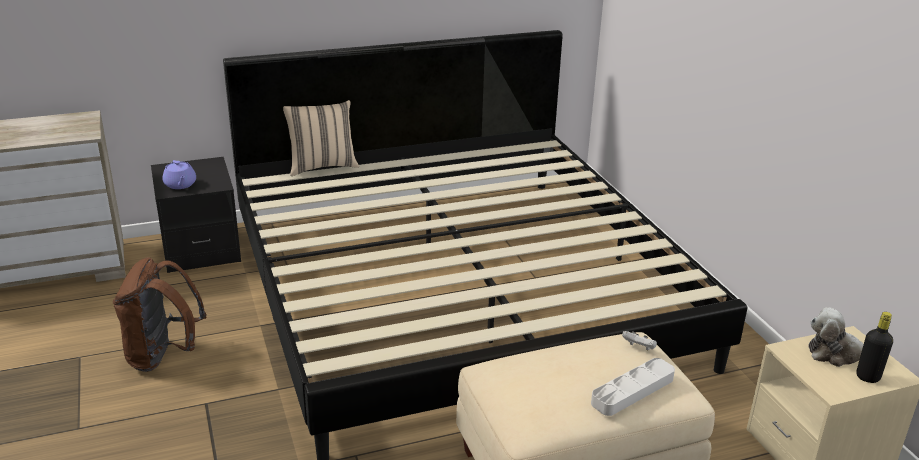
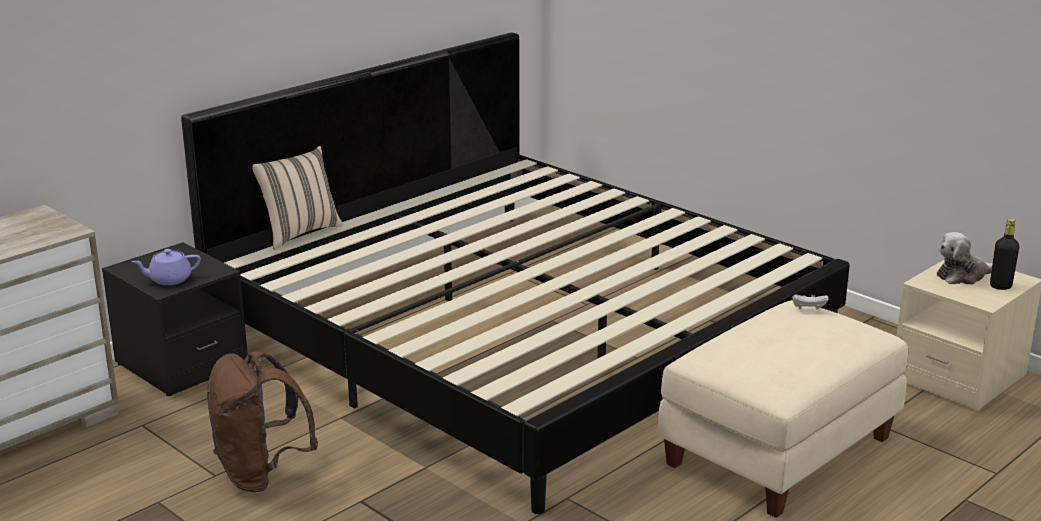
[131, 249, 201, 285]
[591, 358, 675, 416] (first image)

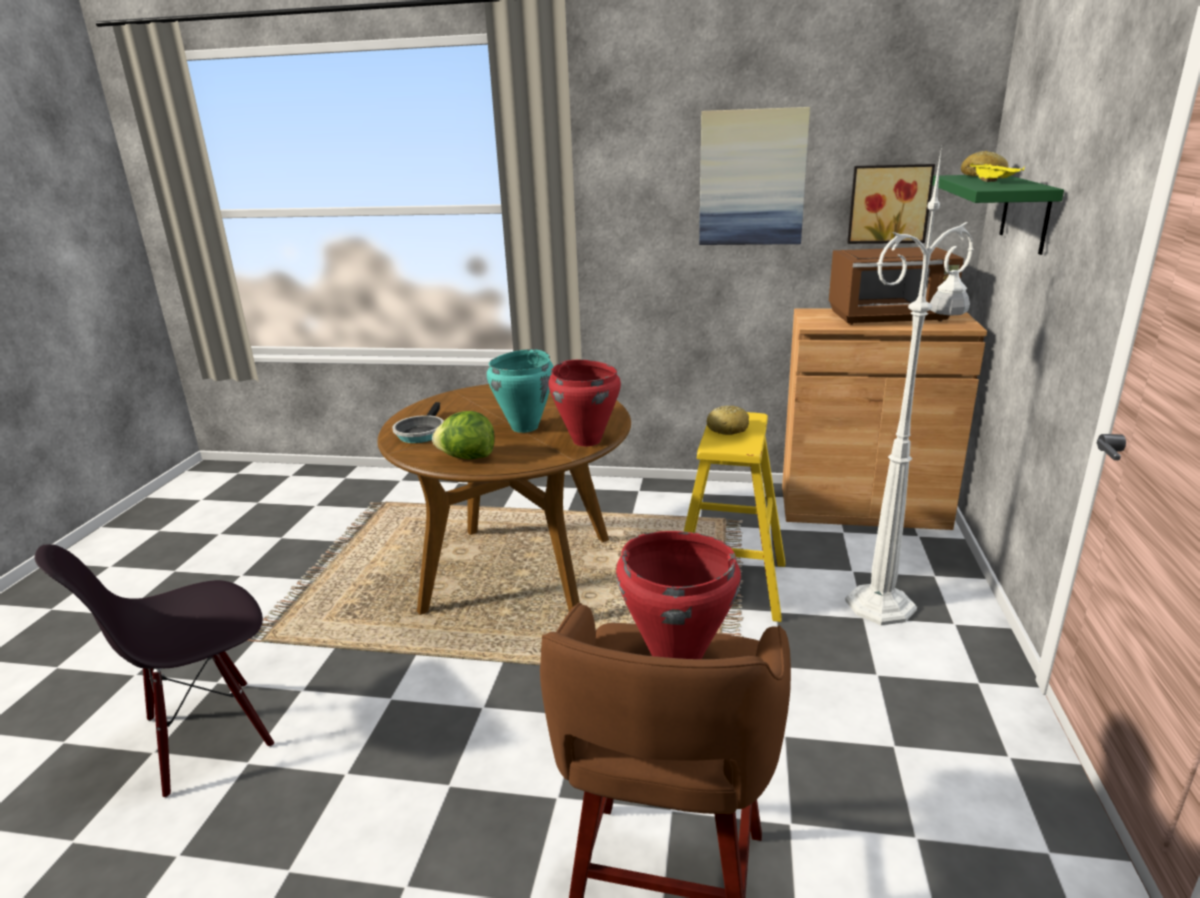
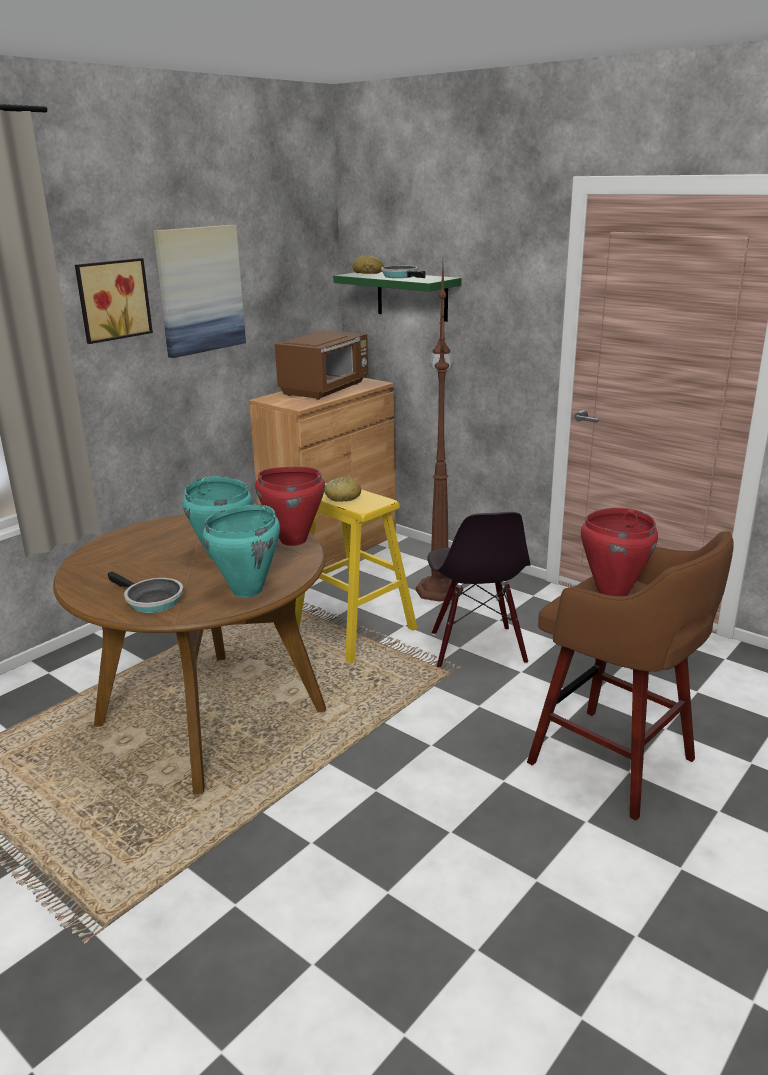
[427, 512, 530, 668]
[203, 504, 280, 597]
[416, 264, 463, 602]
[75, 258, 153, 344]
[381, 266, 426, 278]

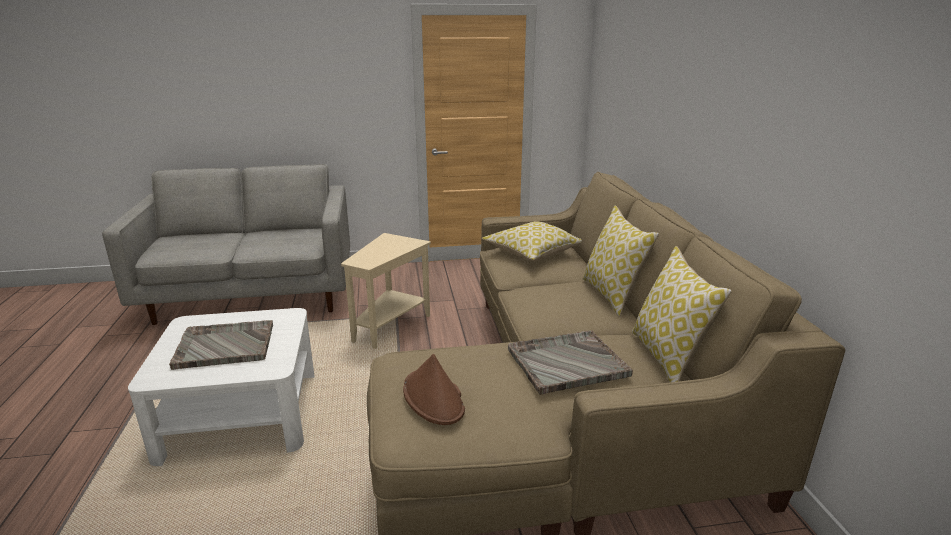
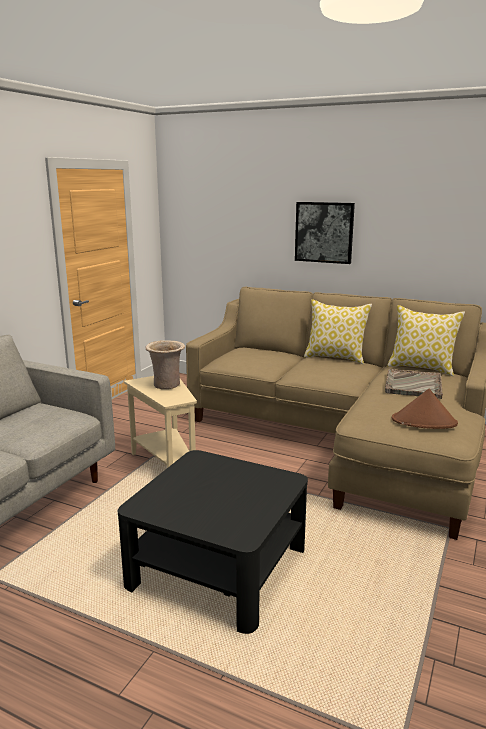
[118, 450, 308, 634]
[169, 320, 273, 370] (first image)
[482, 221, 582, 261] (first image)
[145, 340, 185, 389]
[295, 202, 355, 264]

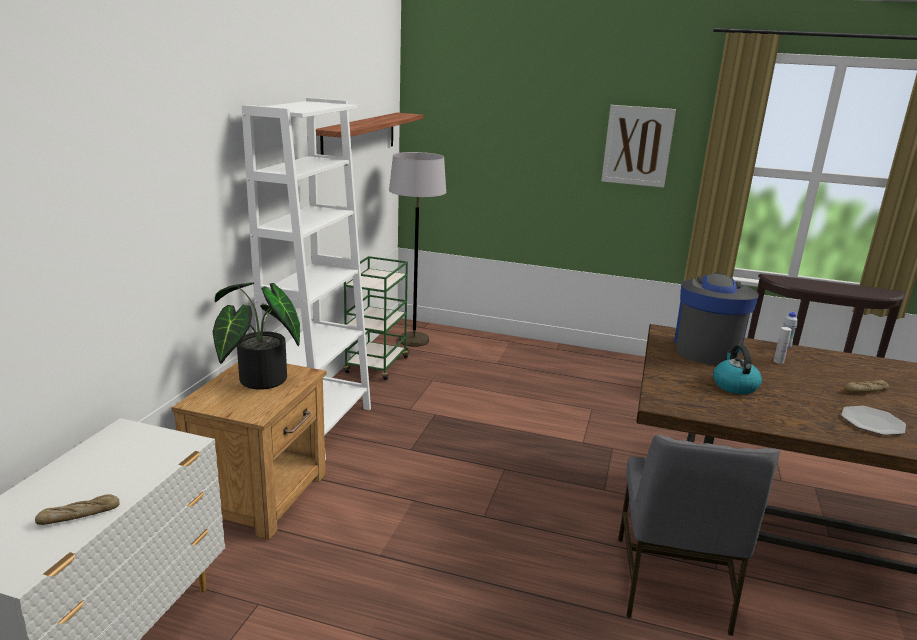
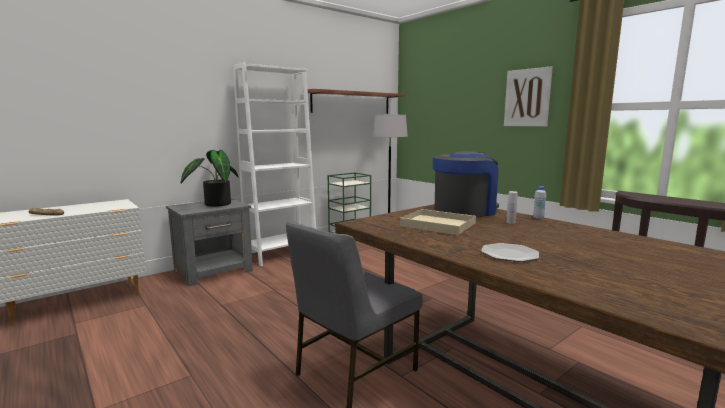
[166, 198, 253, 286]
[400, 209, 476, 235]
[845, 380, 889, 393] (first image)

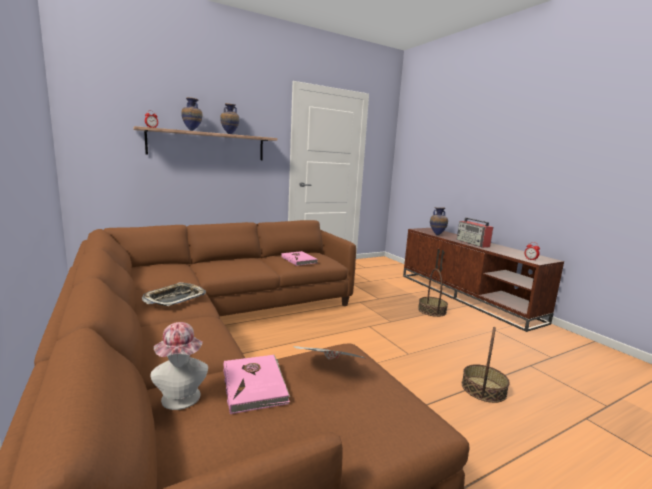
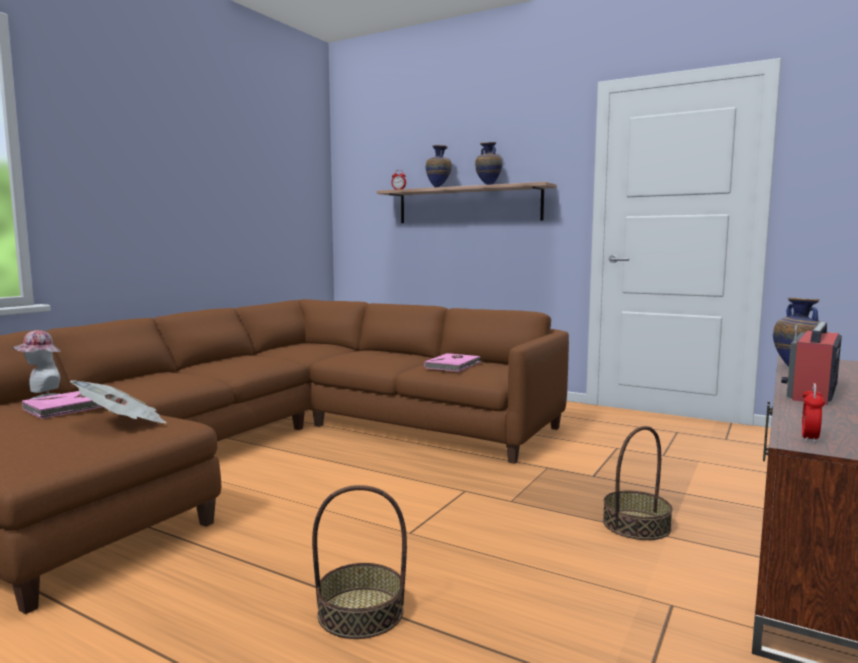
[142, 282, 206, 306] (first image)

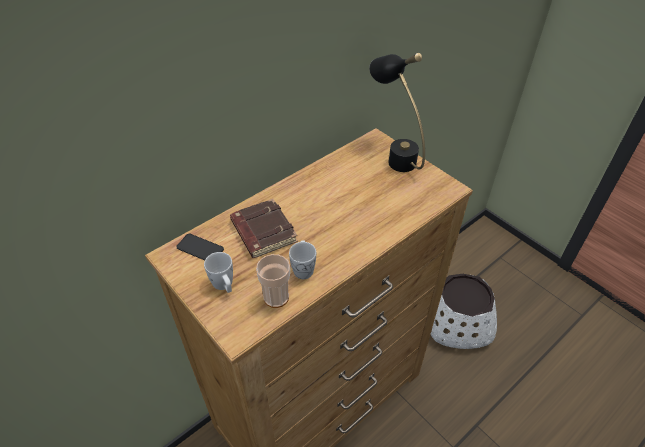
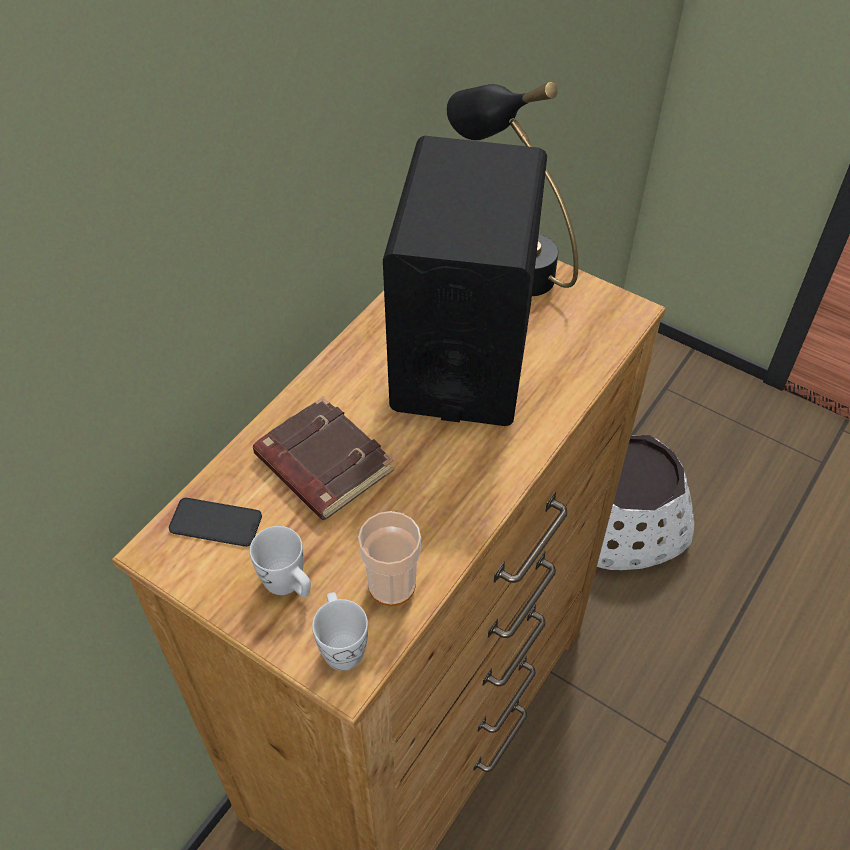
[312, 592, 368, 671]
[383, 136, 547, 426]

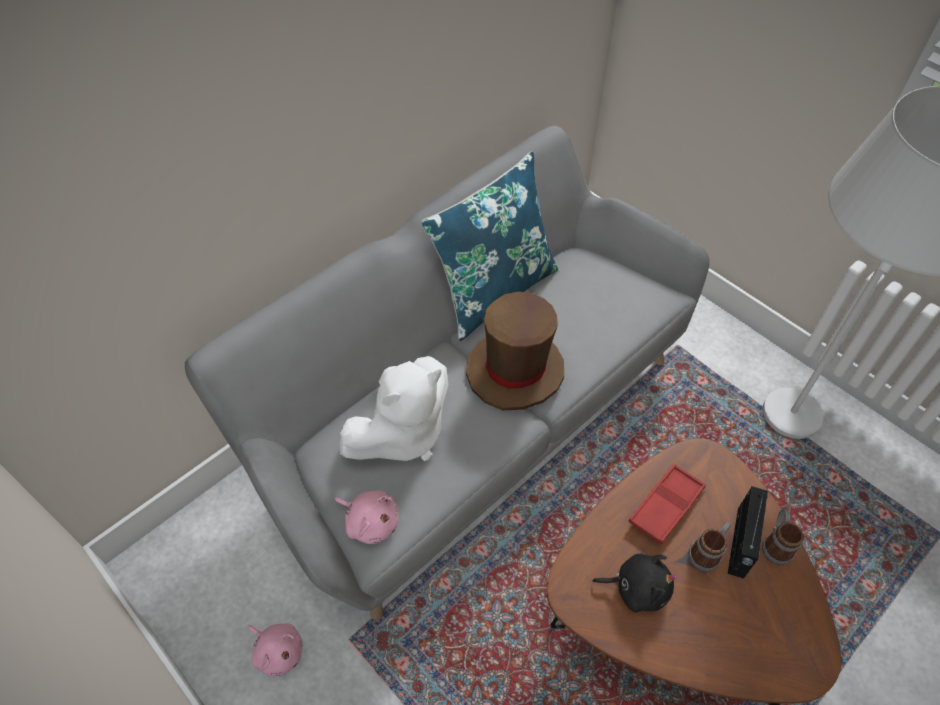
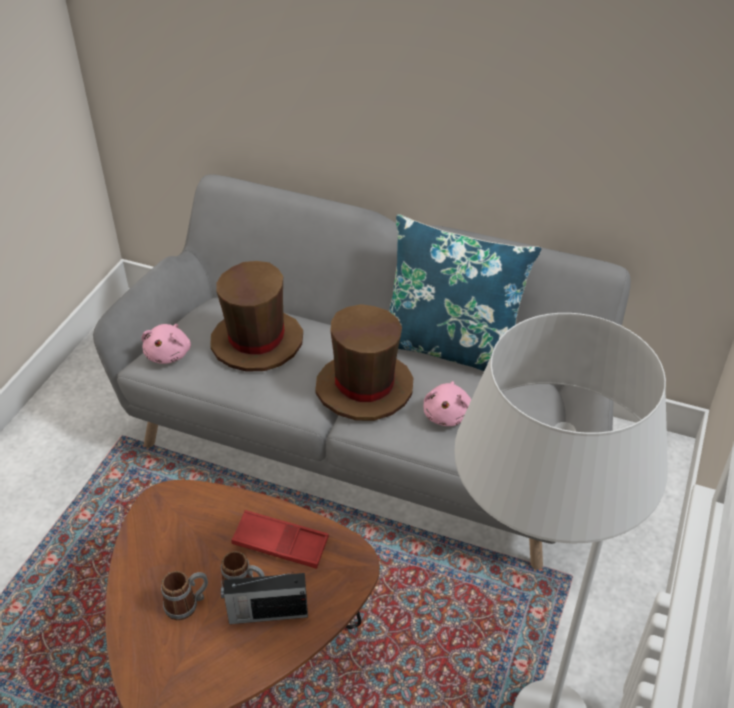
[423, 381, 471, 426]
[210, 261, 303, 372]
[592, 554, 677, 613] (first image)
[161, 571, 208, 620]

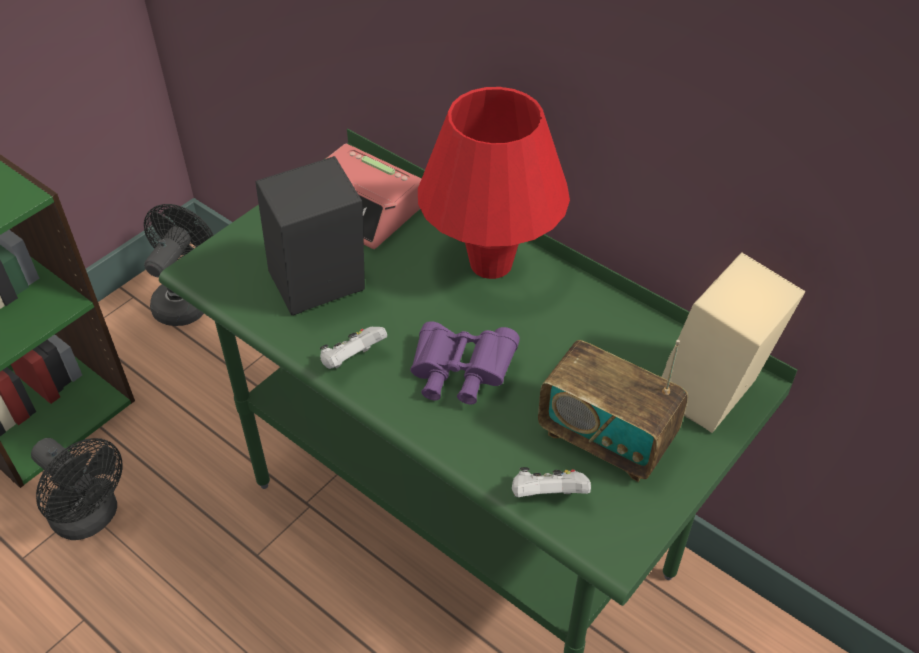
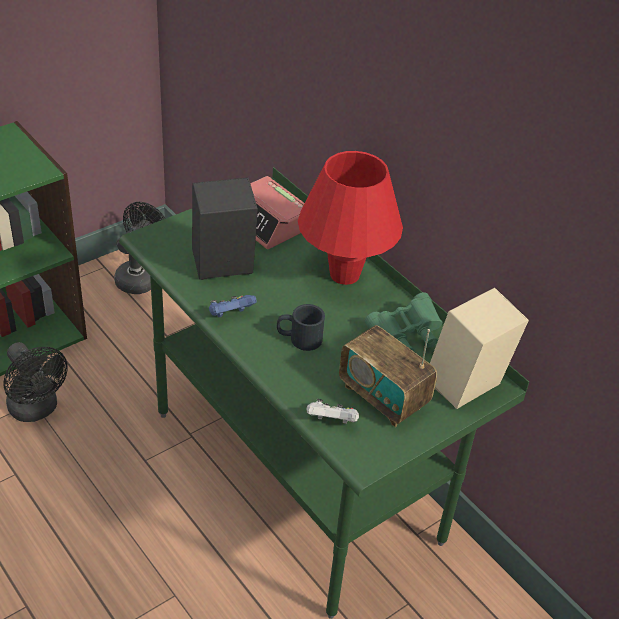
[209, 295, 257, 317]
[277, 304, 325, 351]
[365, 292, 442, 351]

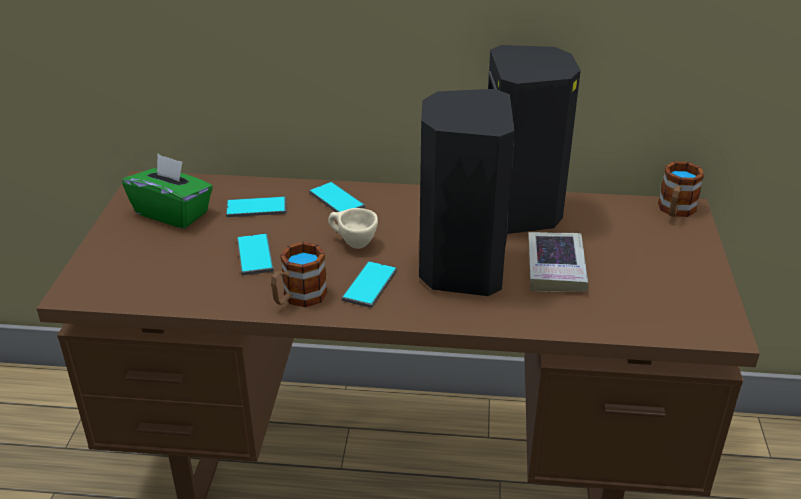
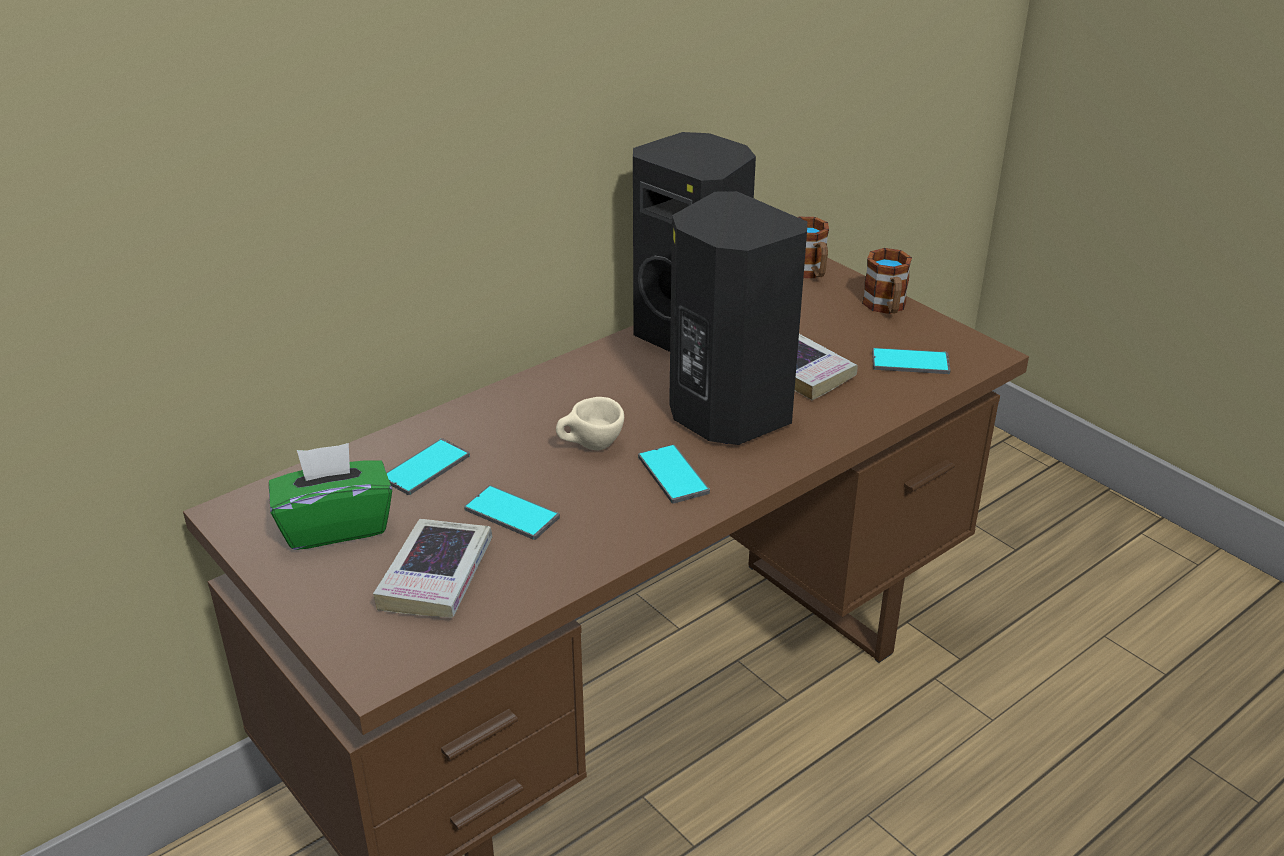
[862, 248, 912, 314]
[872, 348, 951, 374]
[373, 519, 493, 618]

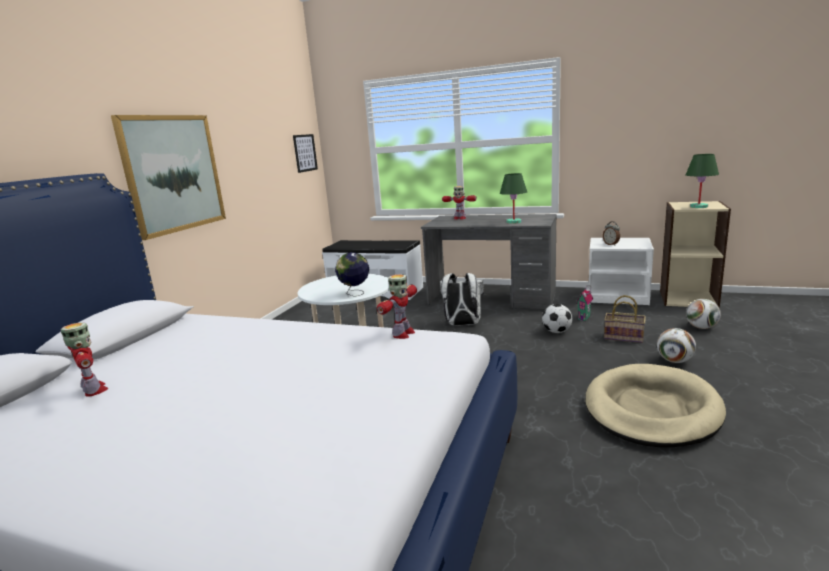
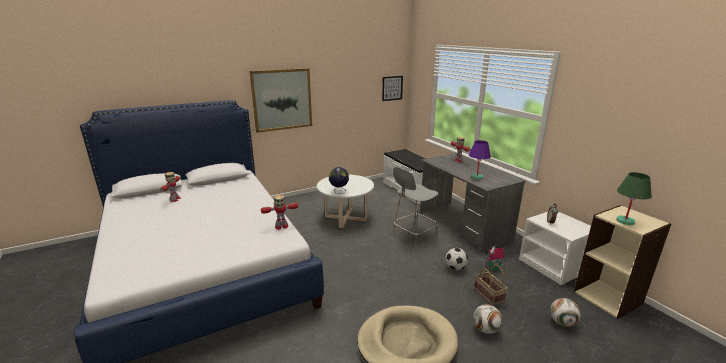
[393, 167, 438, 246]
[469, 140, 491, 180]

